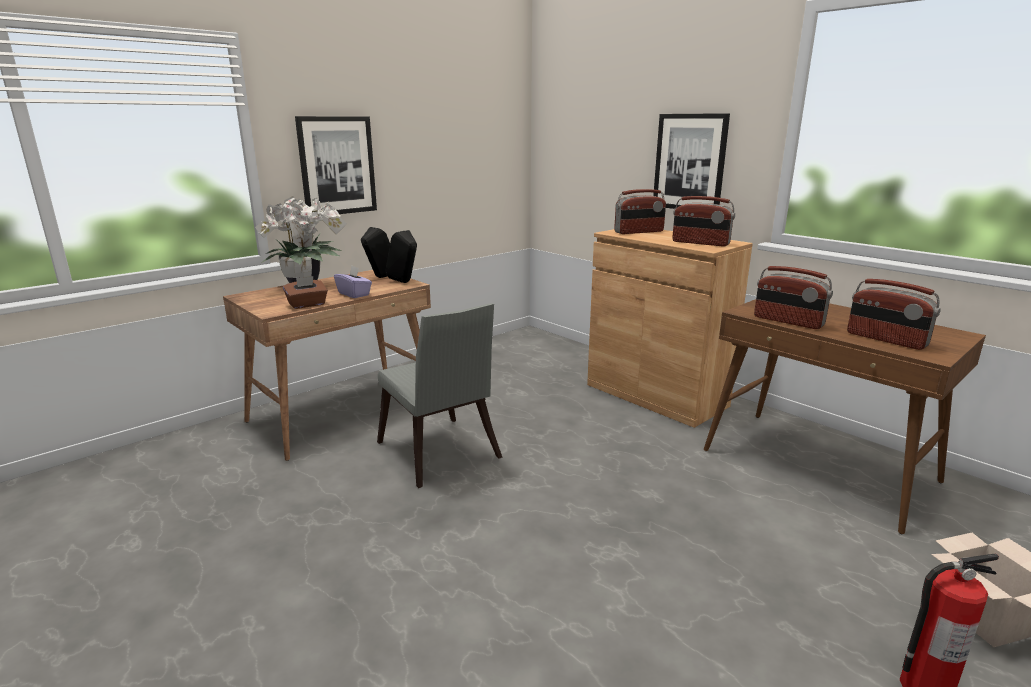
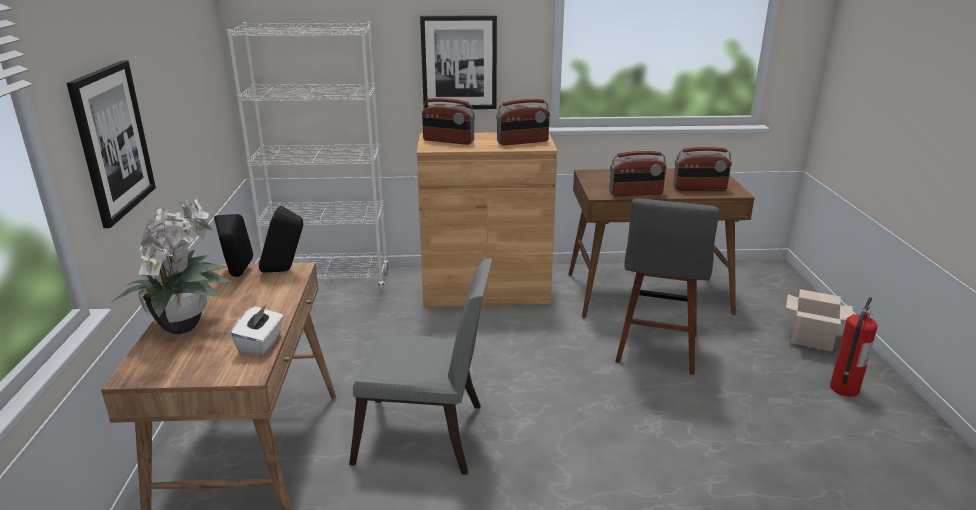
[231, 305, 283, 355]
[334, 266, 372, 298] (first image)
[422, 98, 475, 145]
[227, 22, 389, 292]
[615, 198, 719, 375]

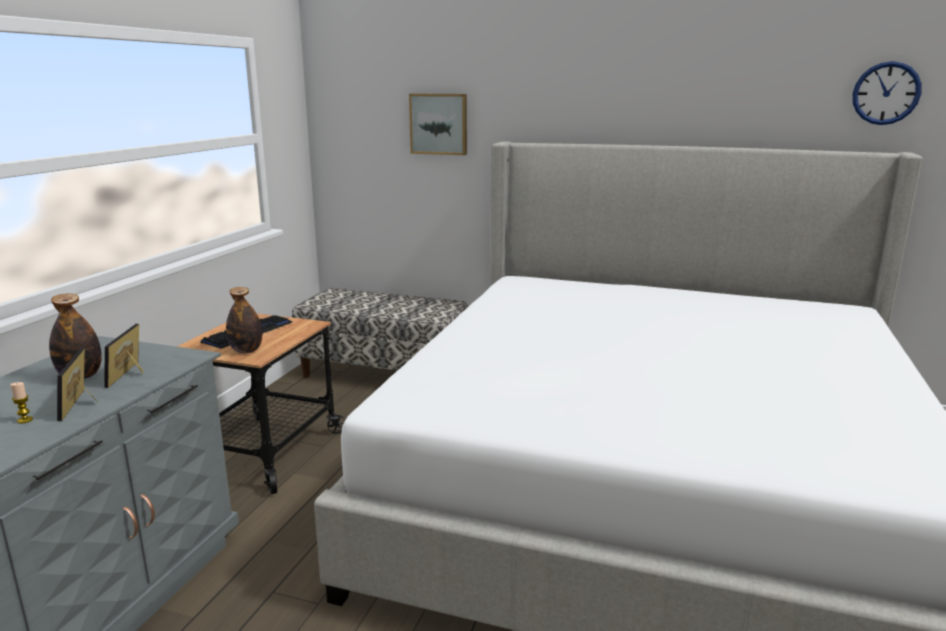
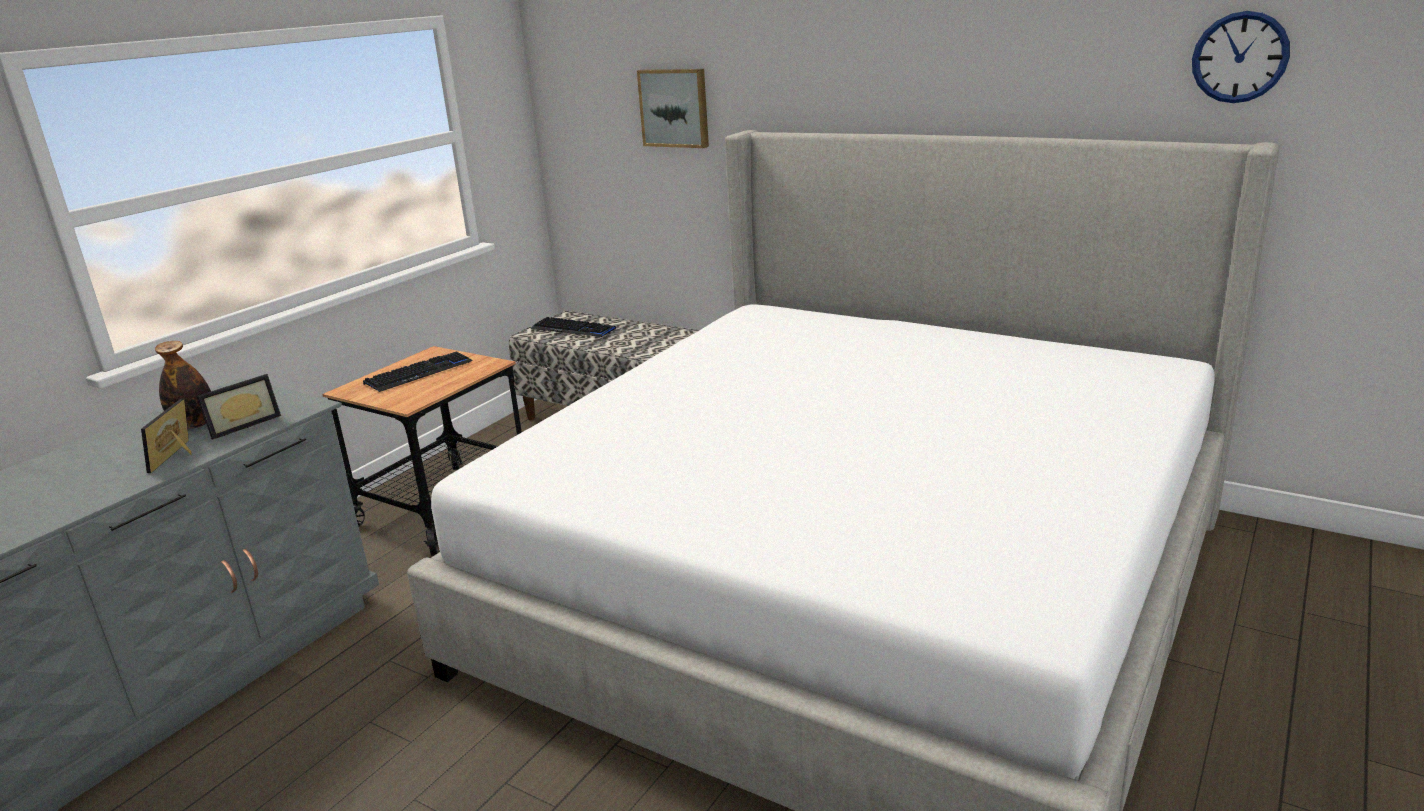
[11, 382, 33, 423] (first image)
[197, 374, 281, 440]
[226, 287, 262, 353] (first image)
[531, 317, 616, 337]

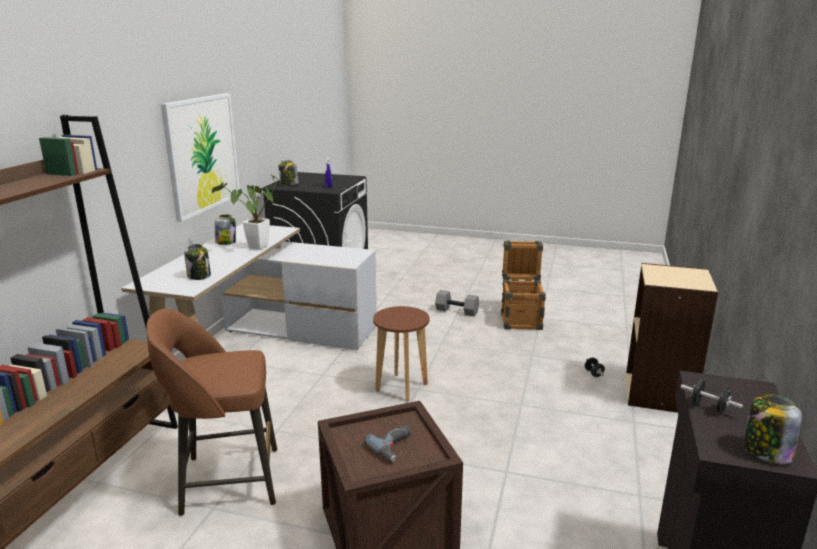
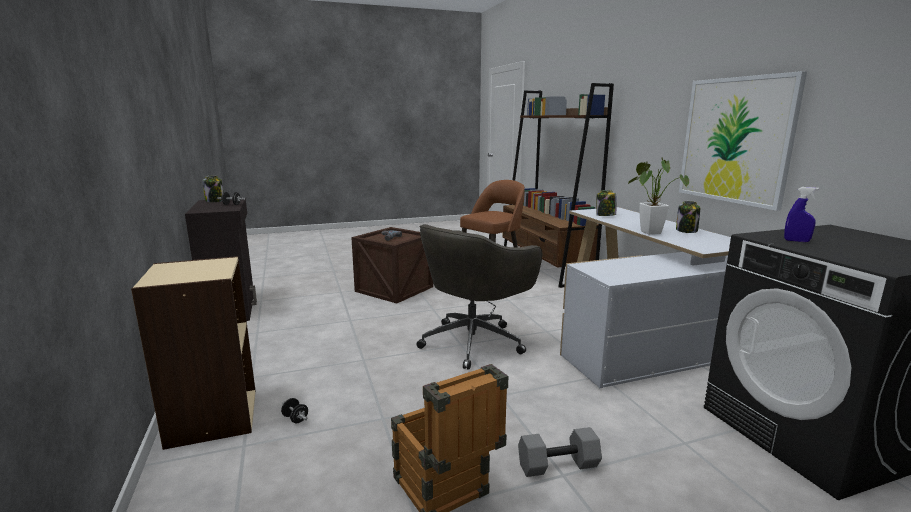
[278, 160, 299, 185] (first image)
[416, 224, 542, 370]

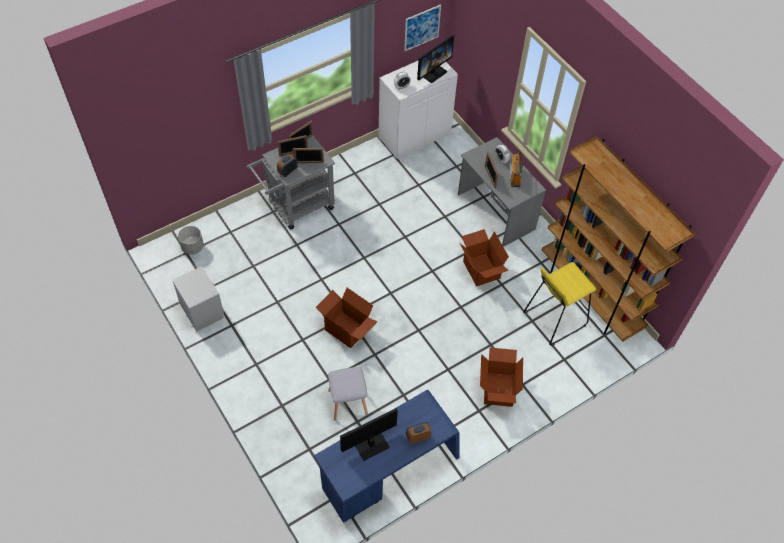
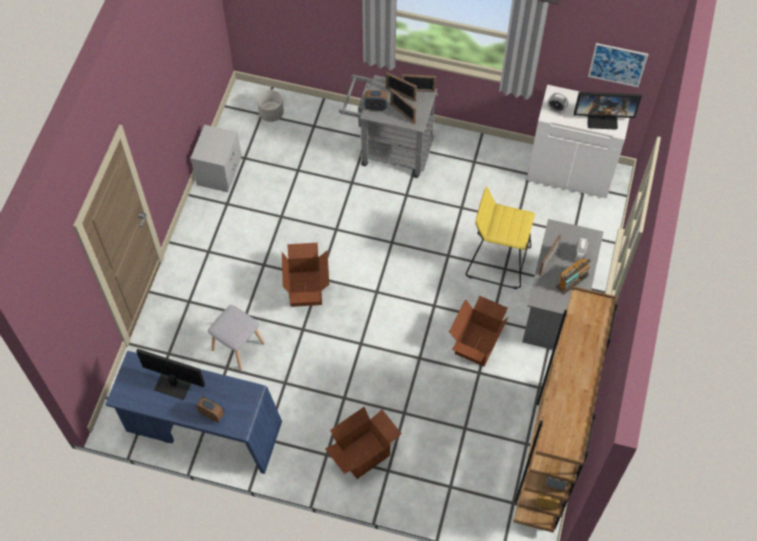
[466, 186, 535, 289]

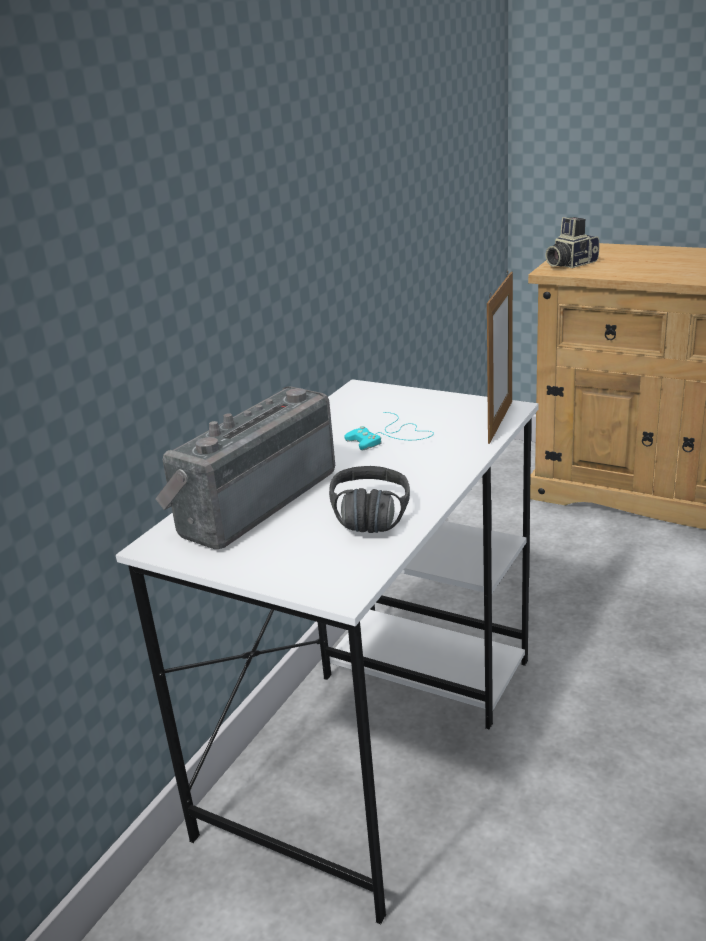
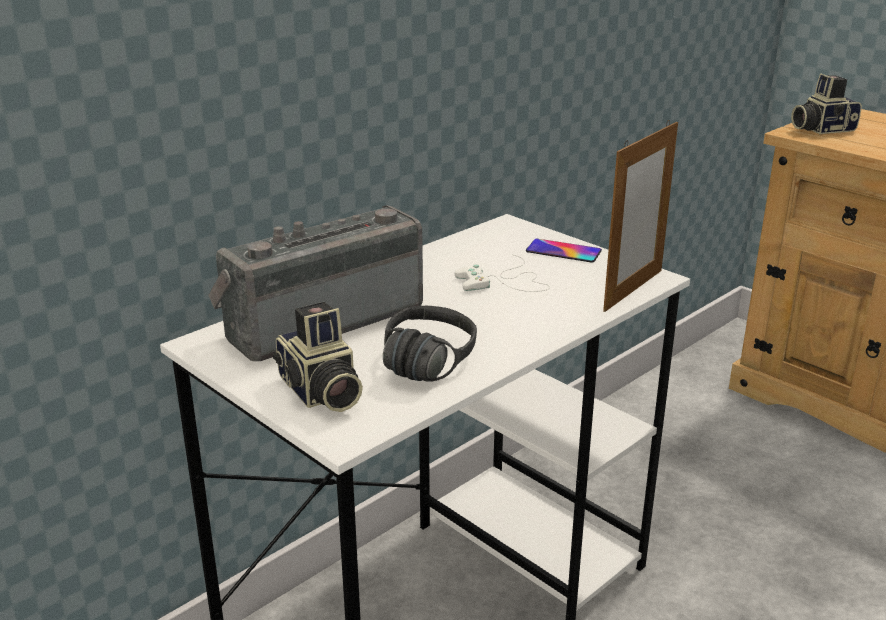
[454, 254, 550, 292]
[273, 302, 363, 412]
[526, 239, 602, 263]

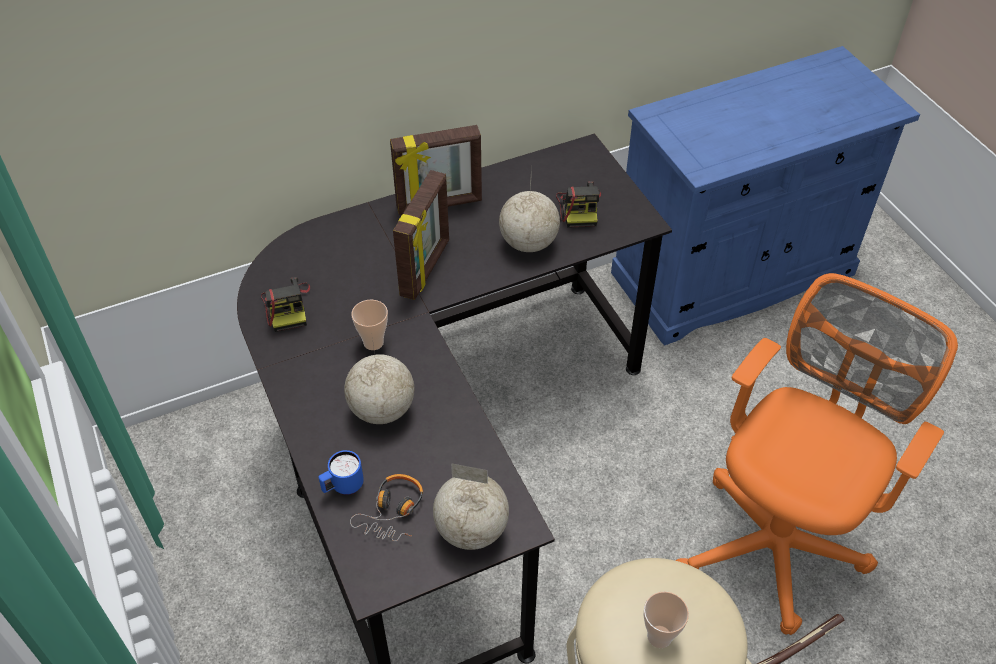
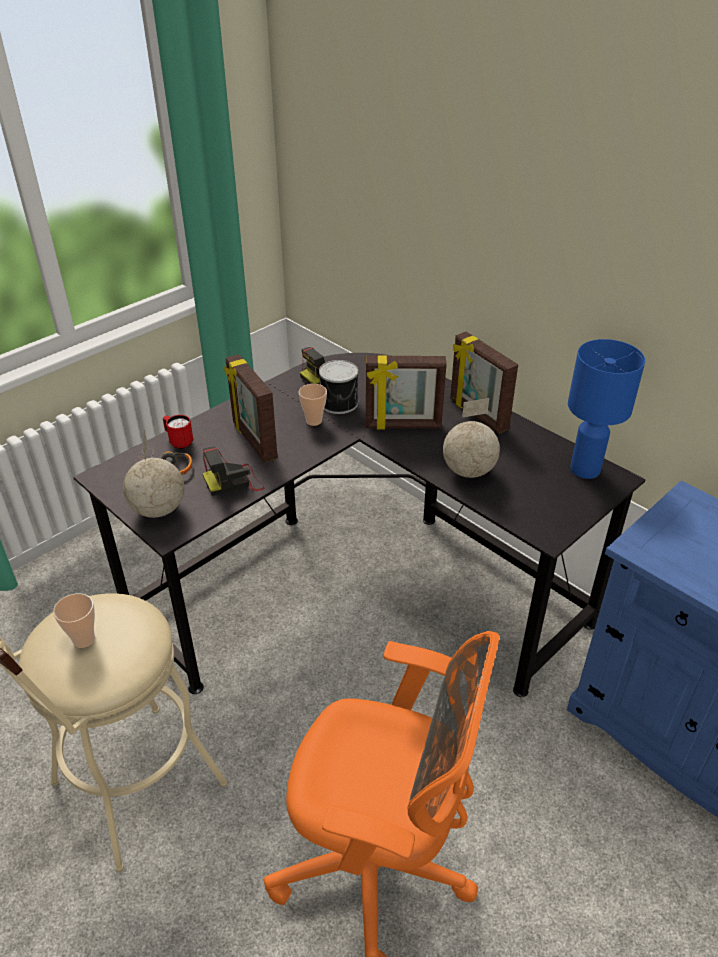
[163, 415, 193, 449]
[224, 354, 278, 463]
[203, 447, 264, 496]
[319, 360, 358, 414]
[568, 339, 645, 479]

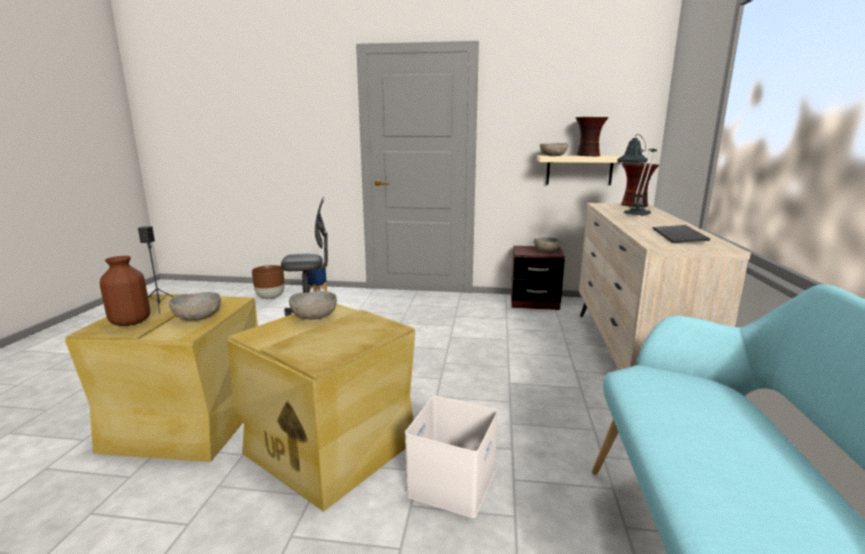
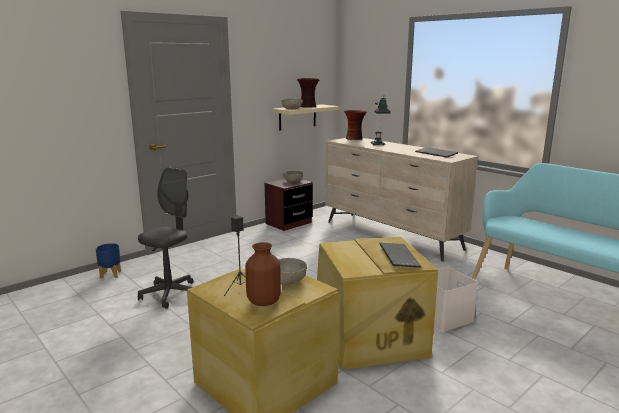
[252, 265, 285, 299] (first image)
[289, 291, 337, 320] (first image)
[379, 242, 421, 268]

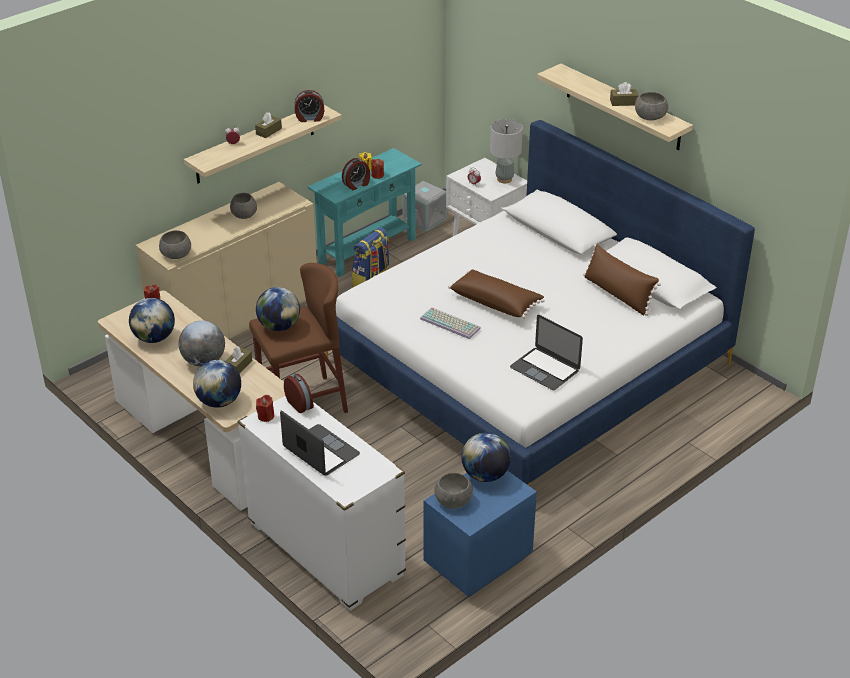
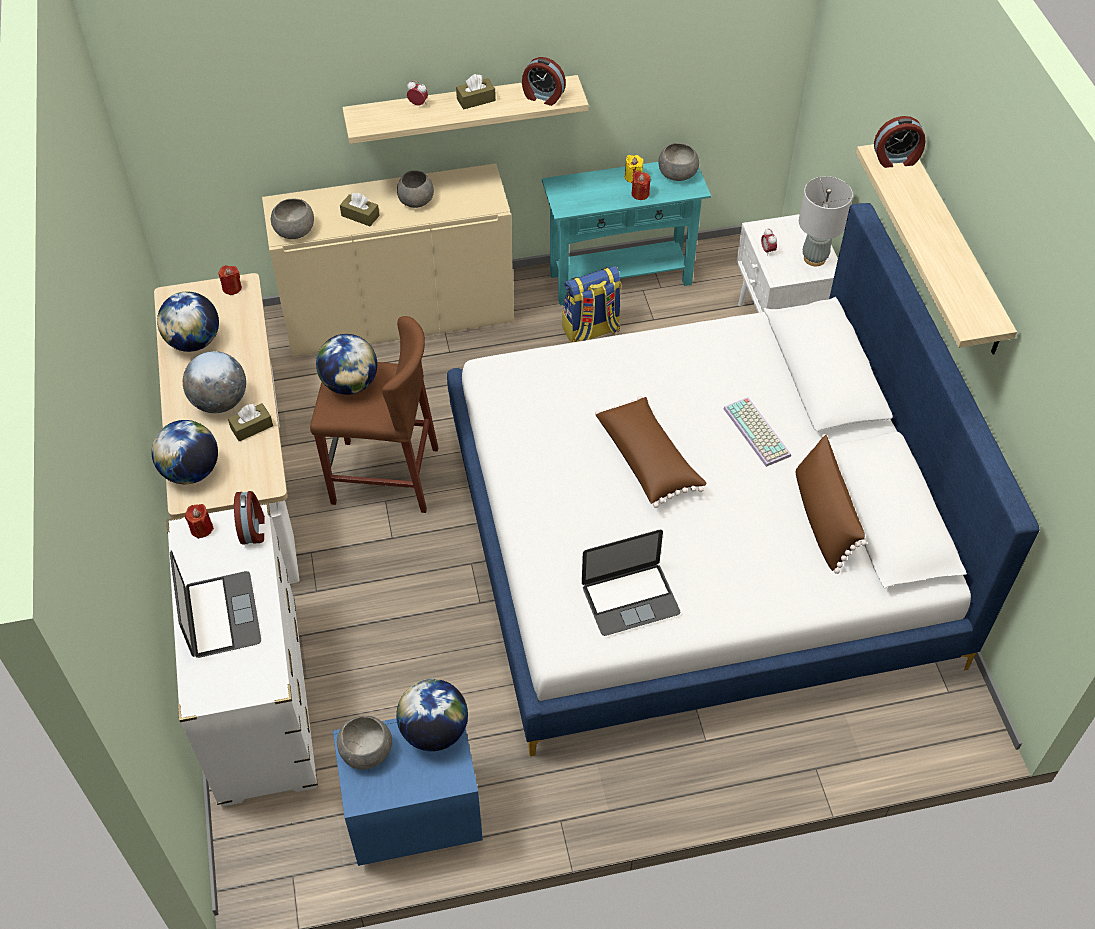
[874, 116, 926, 168]
[402, 181, 447, 232] (first image)
[723, 397, 791, 467]
[582, 530, 680, 636]
[340, 193, 379, 226]
[659, 143, 699, 181]

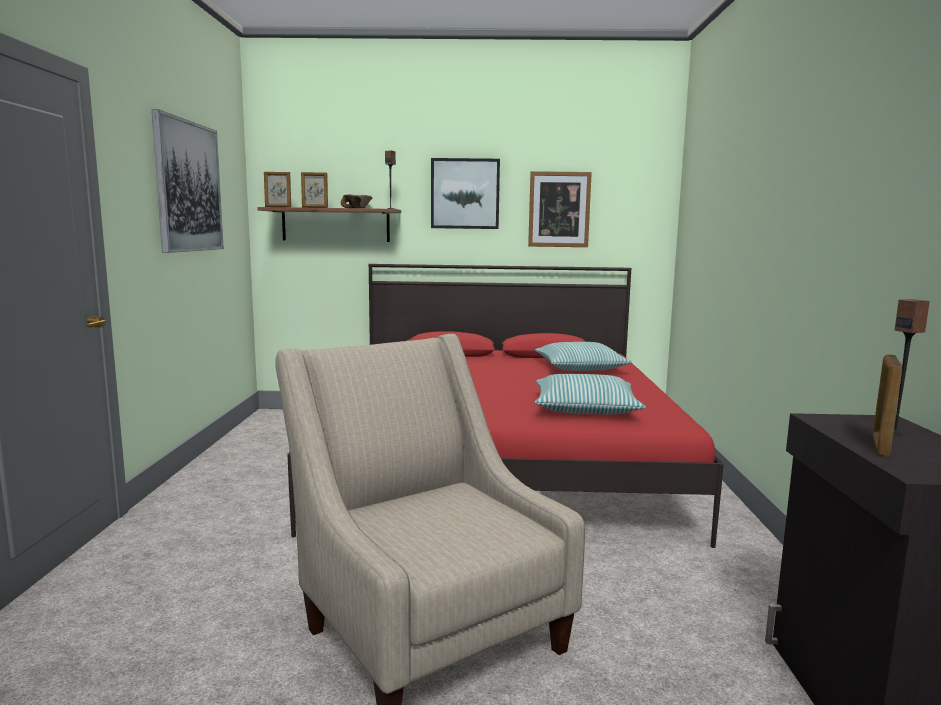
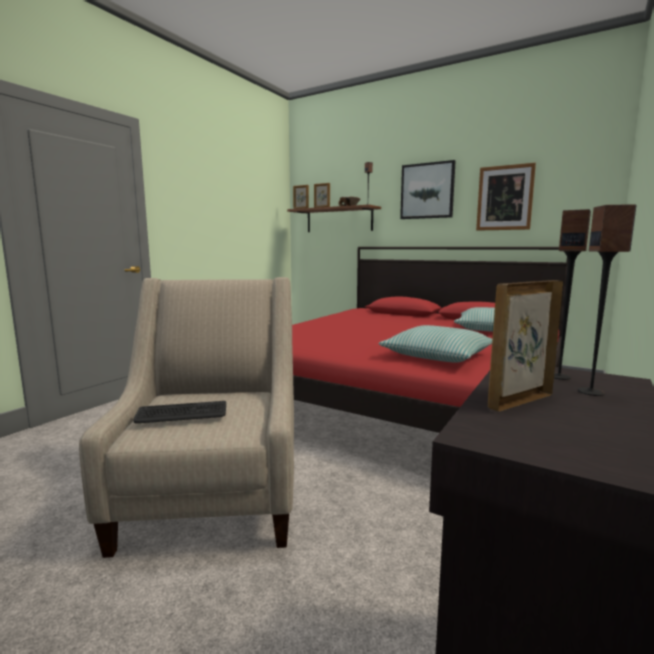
[152, 109, 224, 253] (first image)
[134, 401, 226, 423]
[554, 209, 591, 380]

